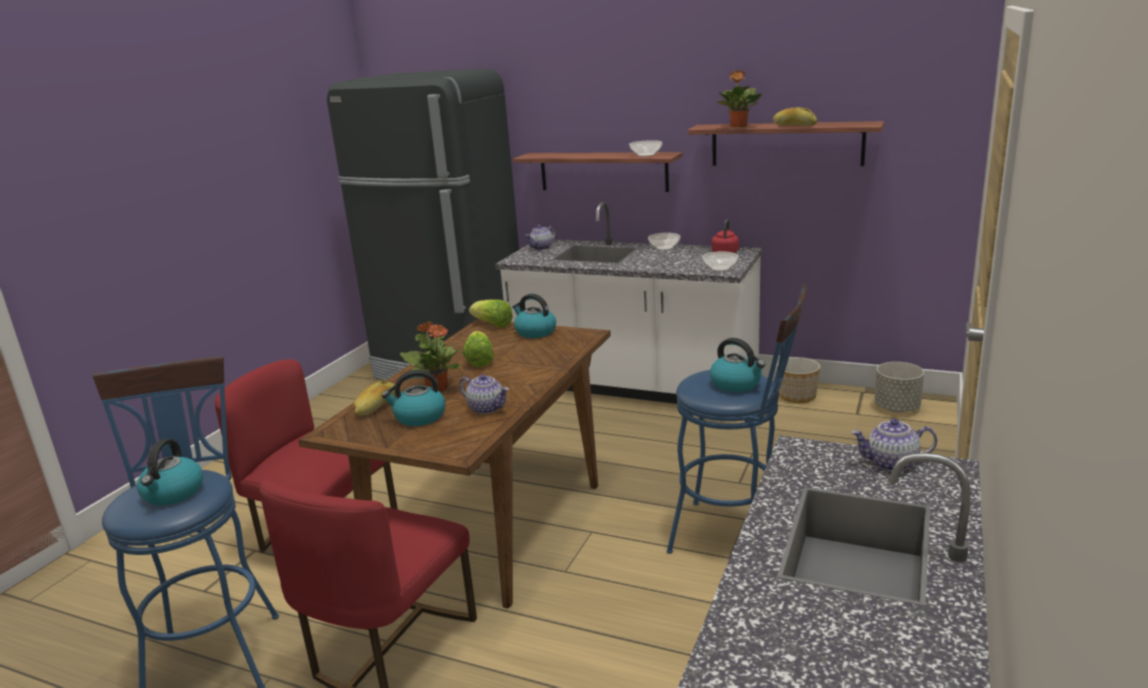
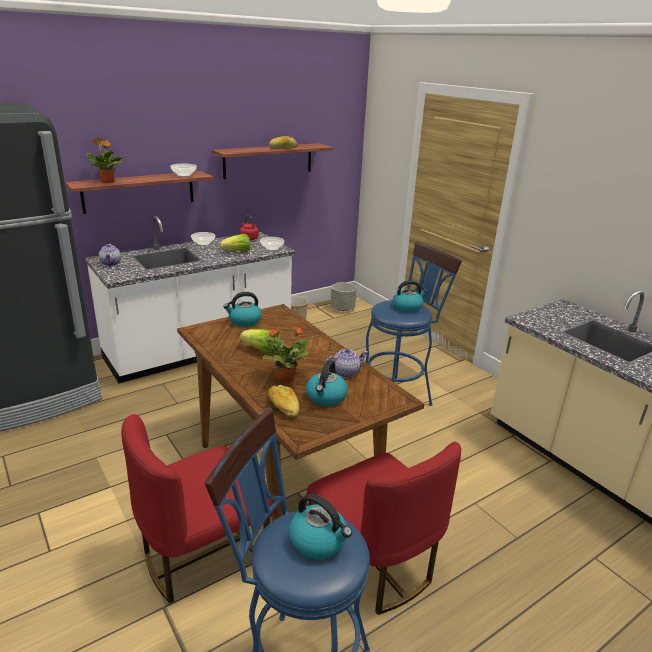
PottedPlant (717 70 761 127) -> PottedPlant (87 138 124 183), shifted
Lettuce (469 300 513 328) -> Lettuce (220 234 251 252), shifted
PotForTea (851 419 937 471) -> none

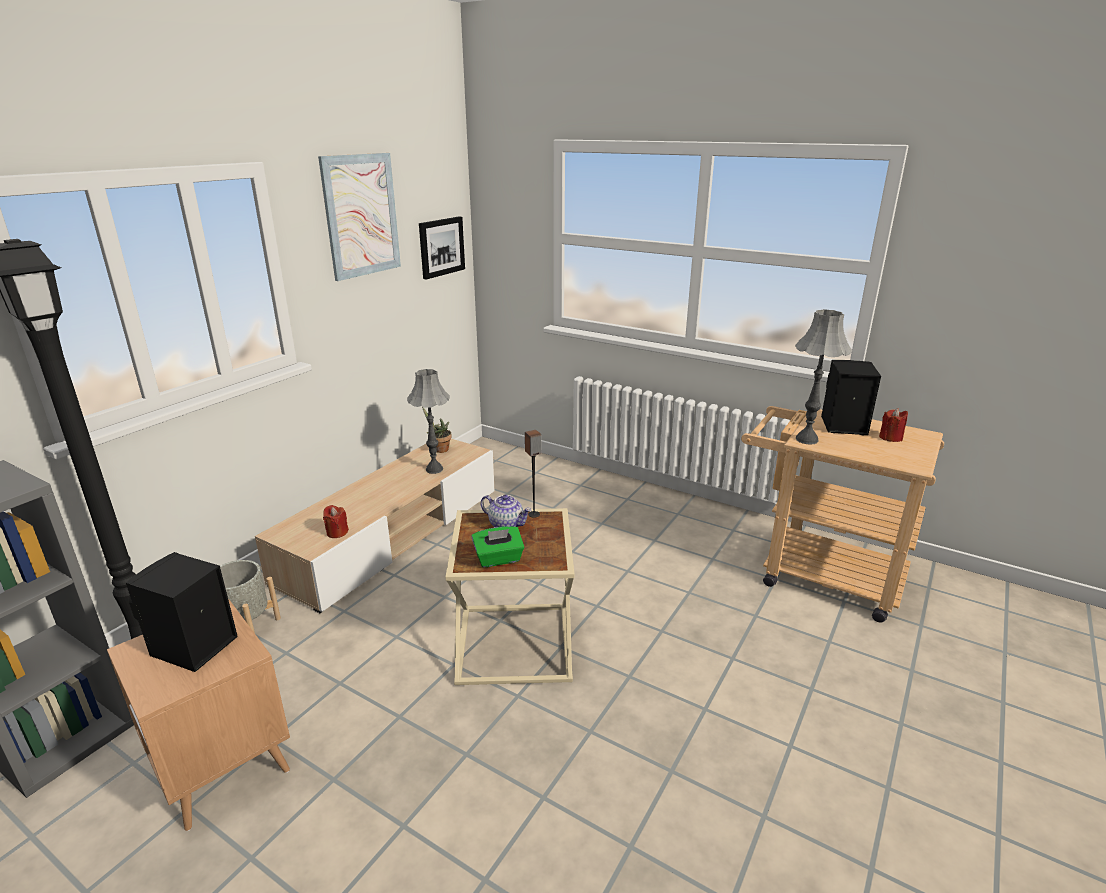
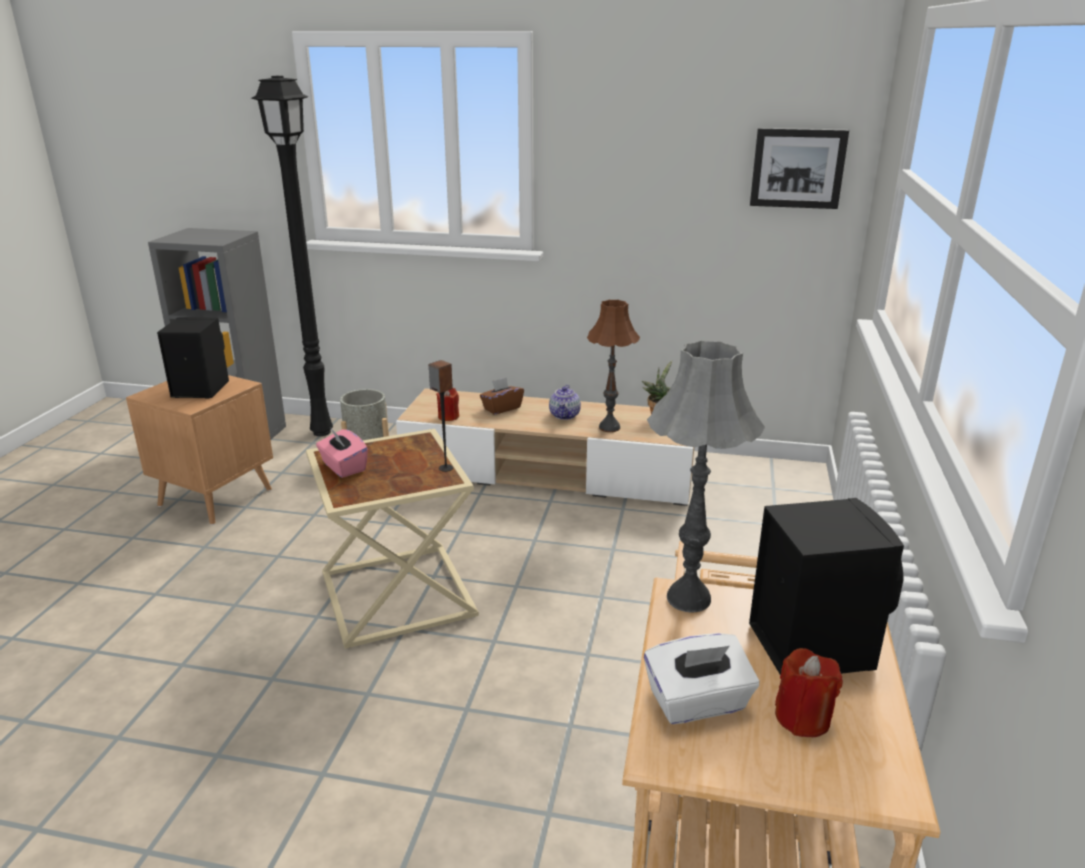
WallPicture (318 153 401 281) -> none
GreyTabletopLamp (407 369 450 474) -> BrownTabletopLamp (587 300 640 432)
PotForTea (481 495 531 527) -> PotForTea (549 384 581 420), shifted
GreenBoxOfTissues (472 526 524 567) -> PinkColouredBoxOfTissues (316 429 368 478)
none -> BrownBoxOfTissues (480 377 524 415)
none -> WhiteColouredBoxOfTissues (644 633 759 724)

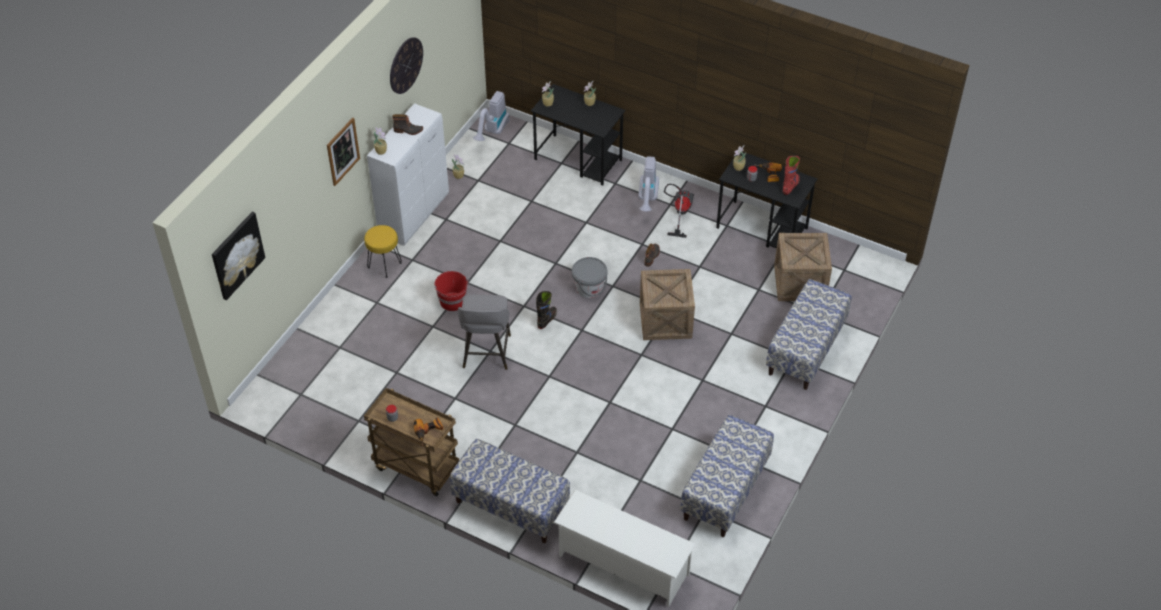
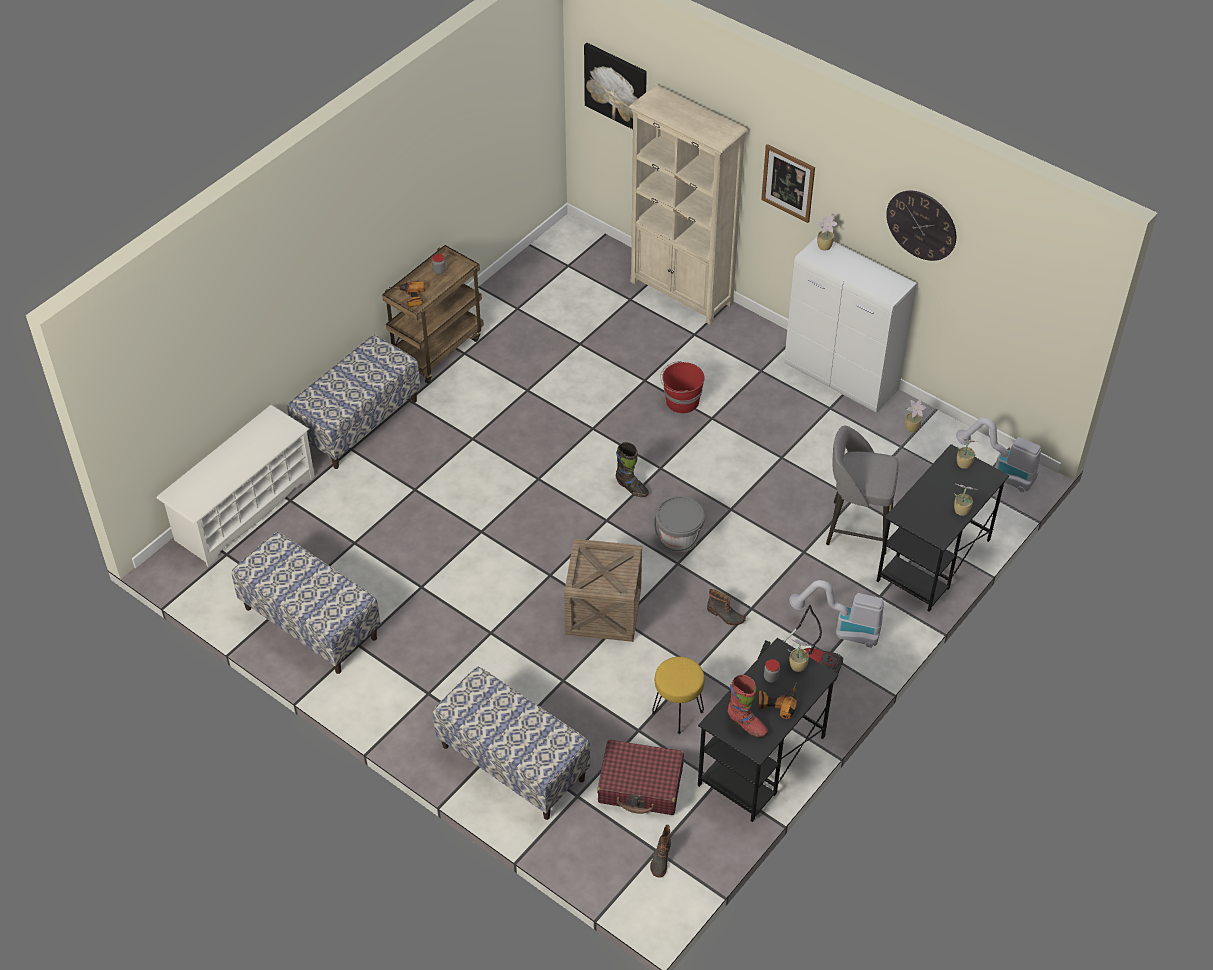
Boot (392 114 423 135) -> Boot (650 825 671 878), shifted
YellowStool (364 225 402 278) -> YellowStool (652 657 705 734), shifted
Crate (774 233 832 301) -> ReddishSuitcase (597 739 684 815)
GreyStool (458 294 511 370) -> GreyStool (826 426 899 555), shifted
none -> SandColouredBookshelf (629 85 748 325)

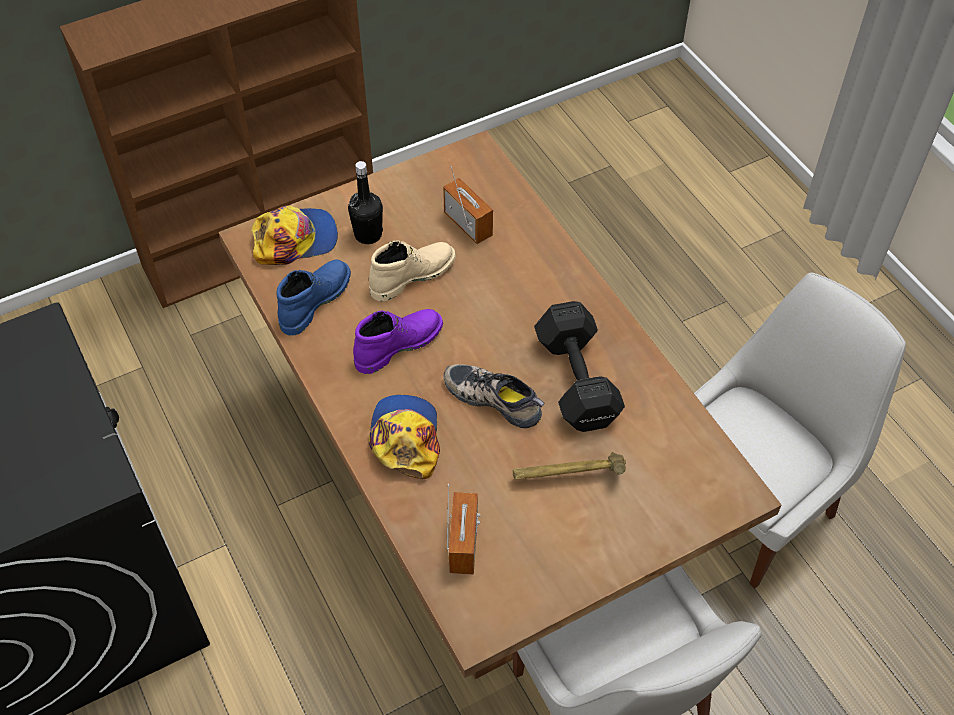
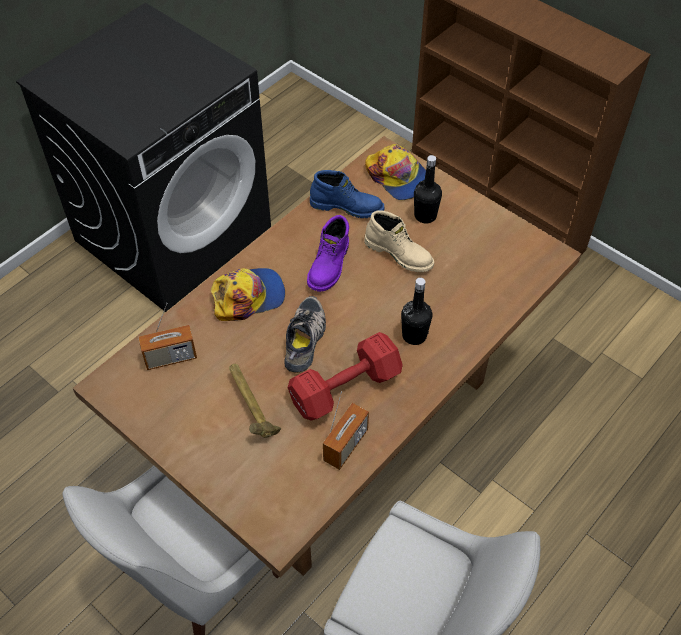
Radio (443 166 493 244) -> Radio (323 392 369 470), shifted
BlackColouredDumbbell (534 301 625 432) -> ReddishDumbbell (288 332 403 420)
PurpleBoot (353 309 443 374) -> PurpleBoot (307 215 349 292), 75 degrees clockwise
none -> BlackColouredDrinkBottle (401 278 432 345)

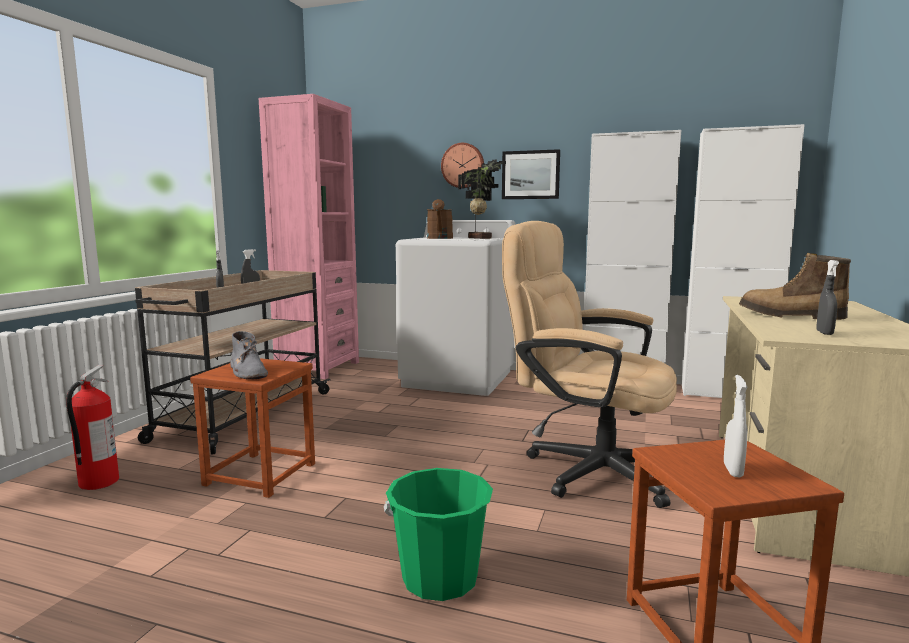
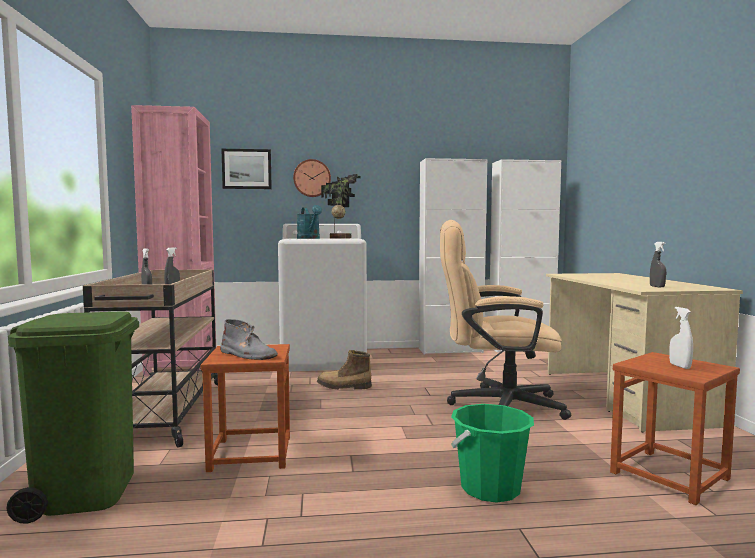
WallPicture (502 149 560 199) -> WallPicture (221 149 272 189), shifted
BrownSprinklingCan (427 199 453 239) -> TurquoiseColouredSprinklingCan (297 205 322 239)
Boot (739 253 851 320) -> Boot (317 350 372 390), shifted
FireExtinguisher (66 365 119 490) -> GreenRubbishBin (6 312 139 524)

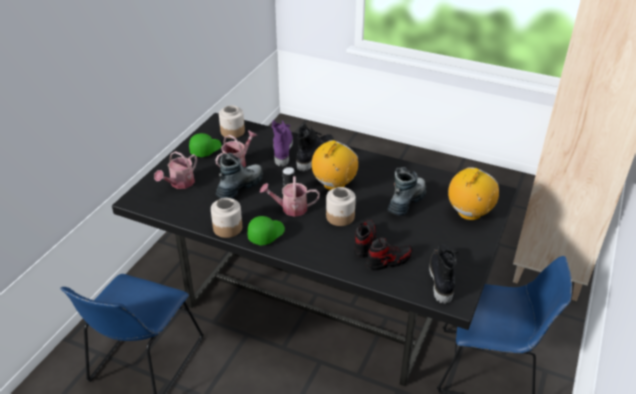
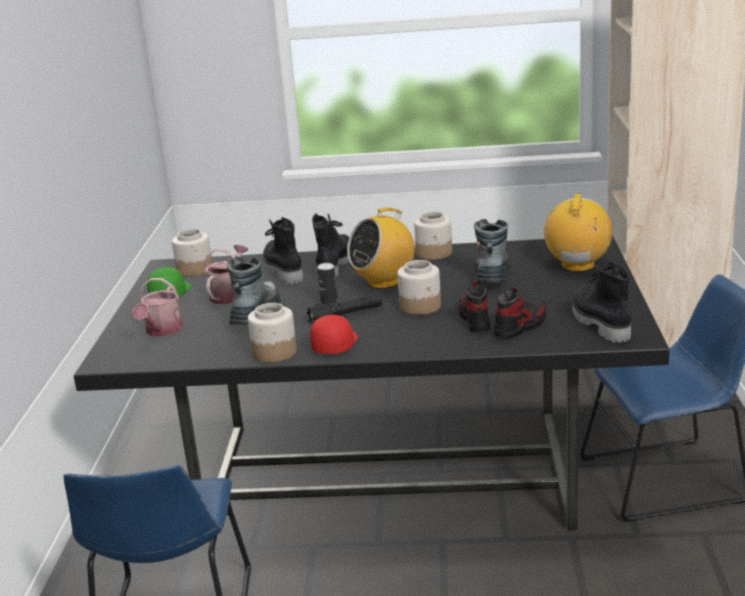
PurpleBoot (271 120 293 166) -> BlackColouredBoot (263 217 303 284)
Radio (311 140 358 190) -> Radio (347 207 415 289), 135 degrees counterclockwise
SprinklingCan (259 176 320 217) -> BlackColouredFlashlight (307 293 382 324)
GreenBaseballCap (247 216 285 245) -> ReddishBaseballCap (310 315 358 354)
none -> PreserveJar (414 212 452 260)

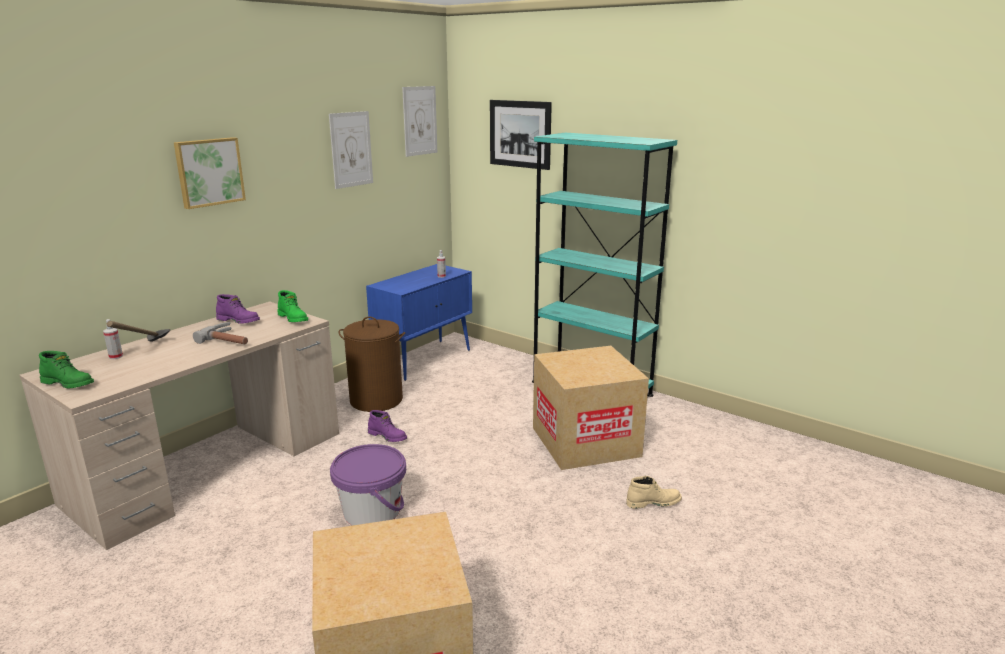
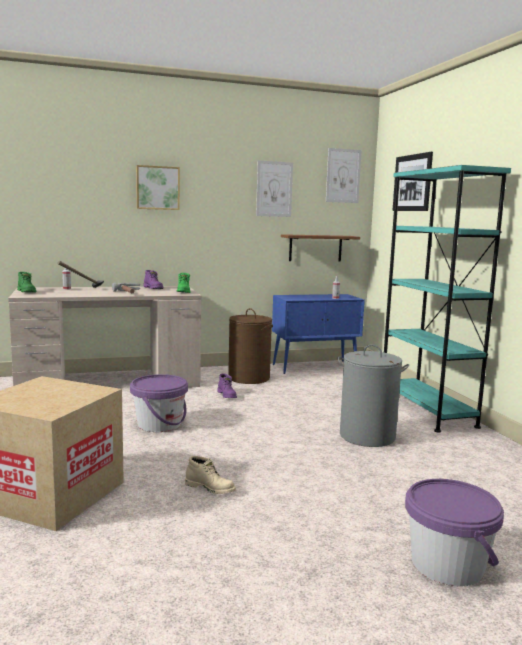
CardboardBox (533 346 649 470) -> GreyWashingBasket (337 344 409 447)
SandColouredBoot (626 476 682 509) -> SandColouredBoot (185 456 236 494), shifted
none -> BrownShelf (281 234 360 261)
none -> PurpleBucket (405 479 504 587)

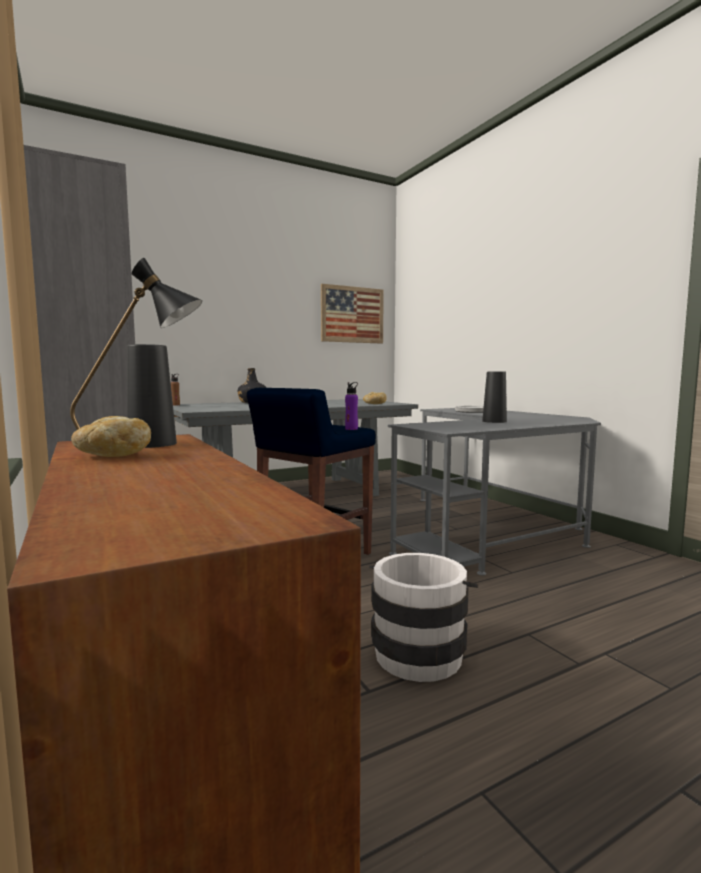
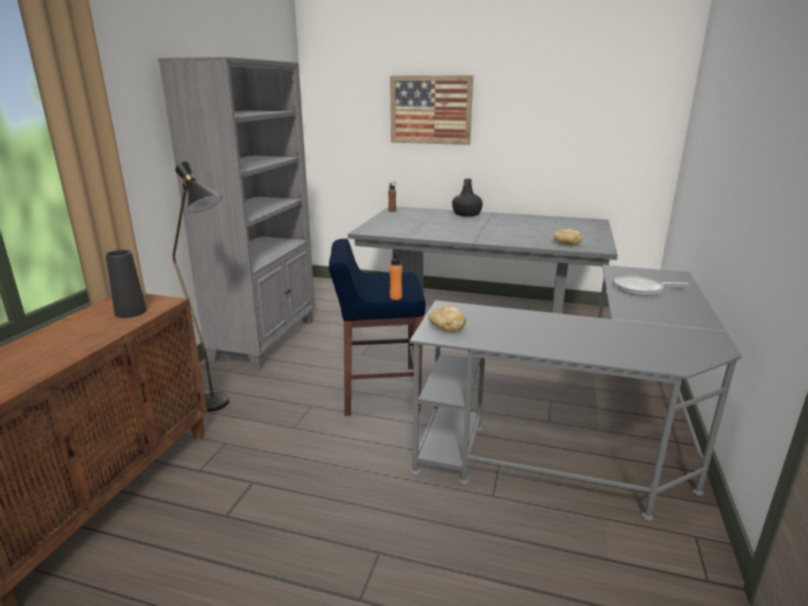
WallPicture (321 284 384 344) -> WallPicture (390 75 473 145), shifted
BlackColouredFlowerVase (482 371 507 423) -> none
PurpleDrinkBottle (345 382 358 430) -> OrangeDrinkBottle (389 253 402 300)
Bread (71 416 151 457) -> Bread (428 306 466 332), shifted
WhiteColouredBucket (369 553 478 682) -> none

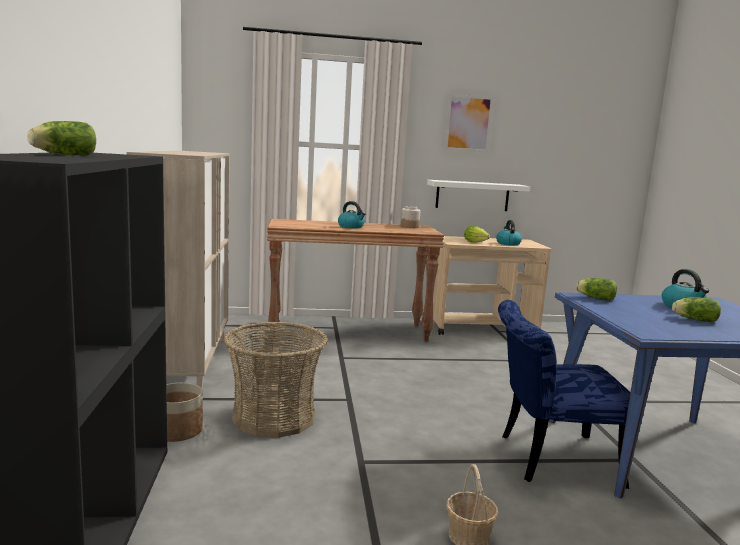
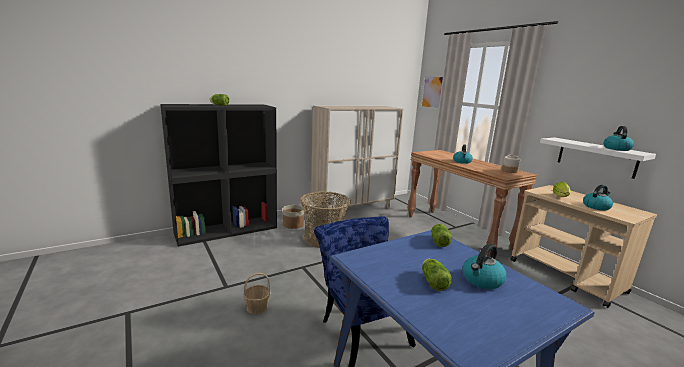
WallPicture (445 94 493 152) -> WallPicture (420 75 444 110), shifted
none -> Kettle (604 126 634 151)

